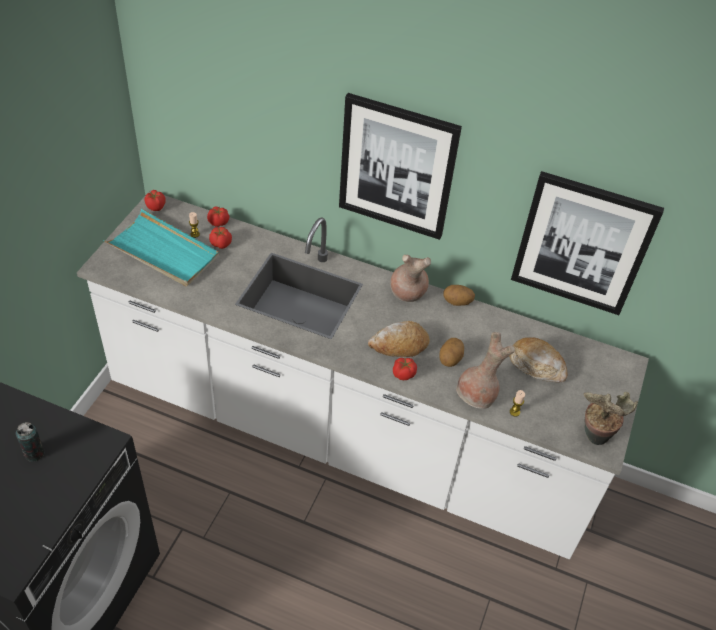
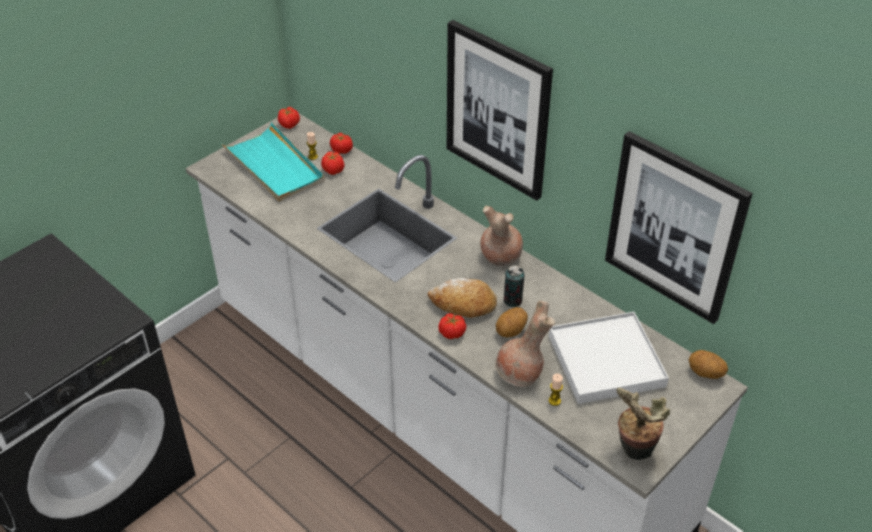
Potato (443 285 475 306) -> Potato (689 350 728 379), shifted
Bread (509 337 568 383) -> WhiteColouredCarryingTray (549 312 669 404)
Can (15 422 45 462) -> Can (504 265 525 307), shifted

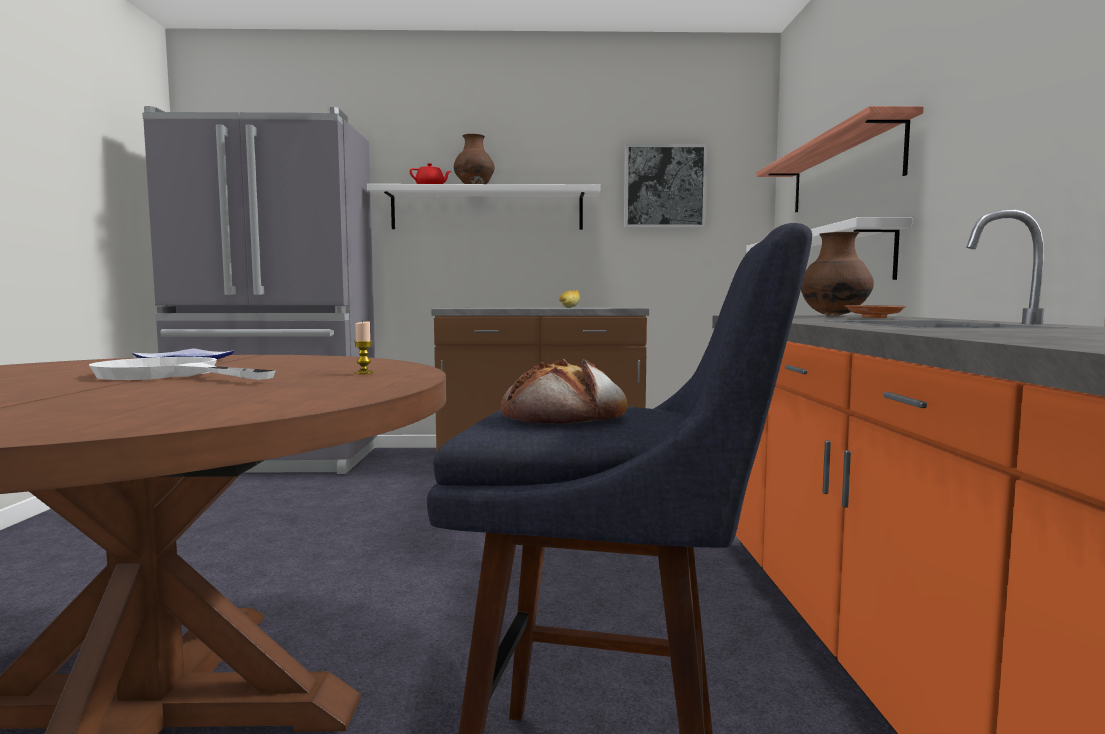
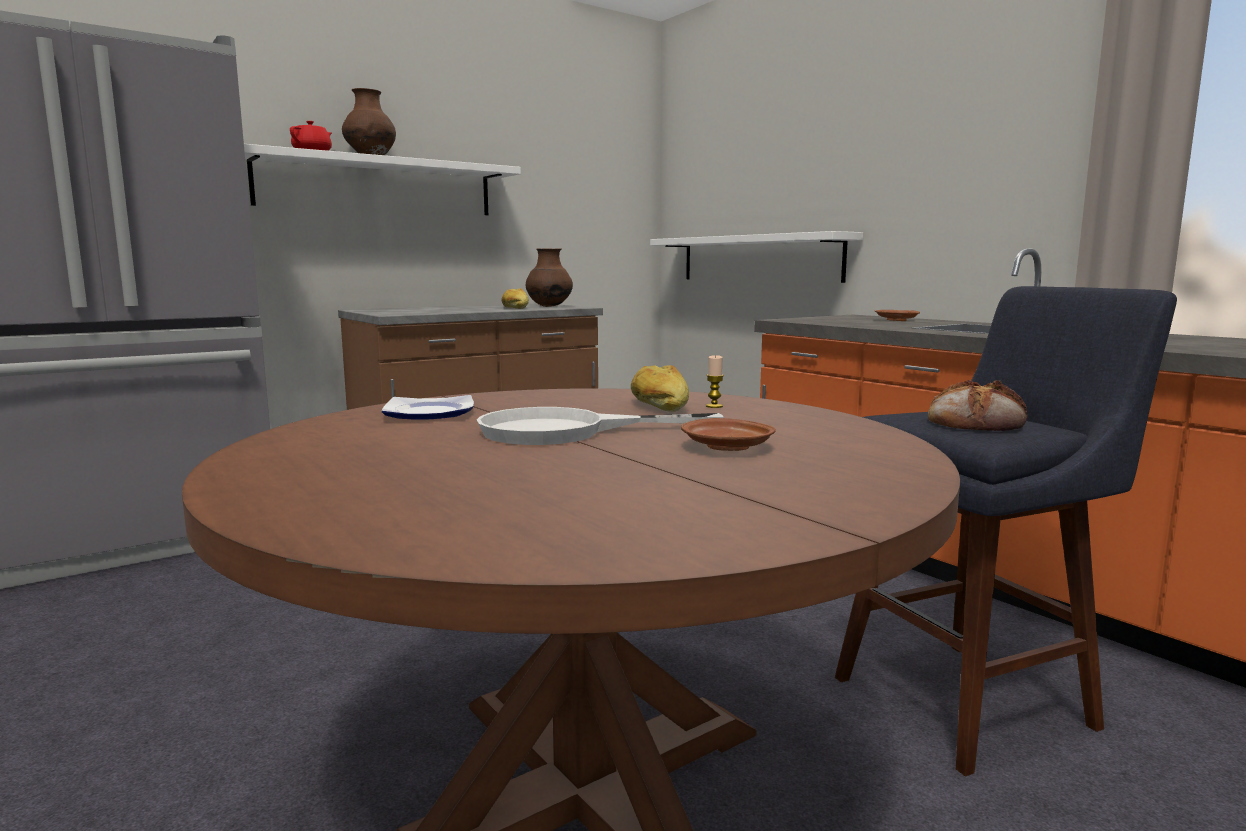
Shelf (756 106 924 212) -> none
WallPicture (624 144 707 228) -> none
BrownFlowerVase (801 232 874 316) -> BrownFlowerVase (526 248 573 307), shifted
none -> Bread (631 365 689 412)
none -> BrownFlatDish (681 418 776 451)

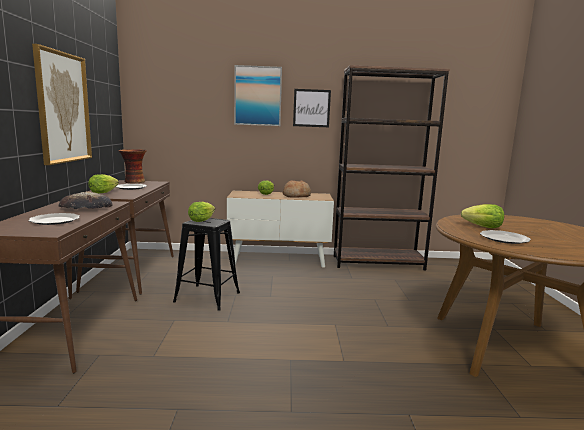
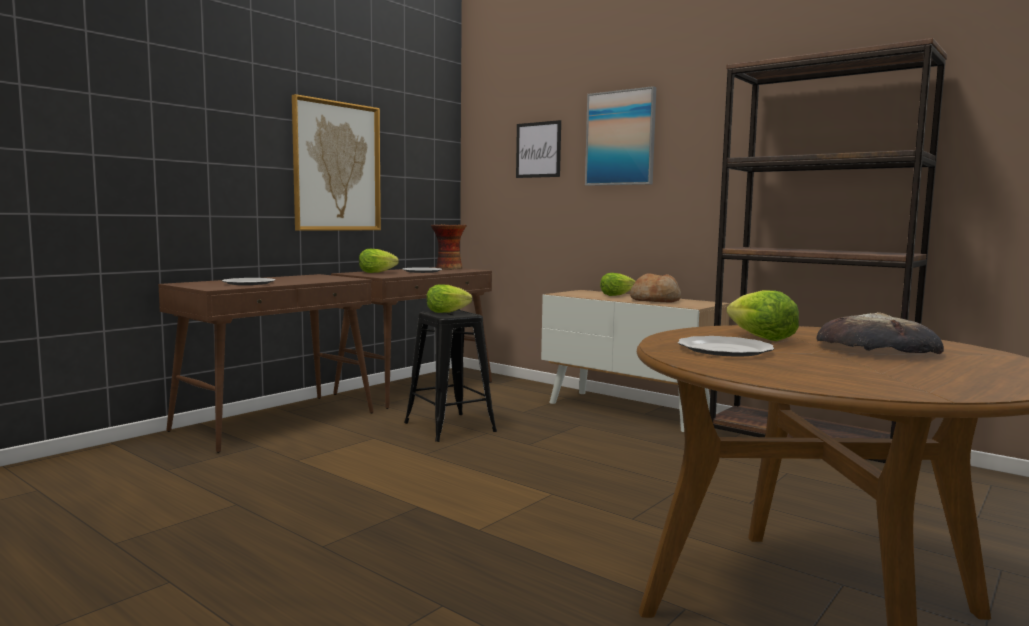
WallPicture (293 89 331 127) -> WallPicture (516 120 561 178), shifted
Bread (59 191 112 210) -> Bread (817 312 944 355), shifted

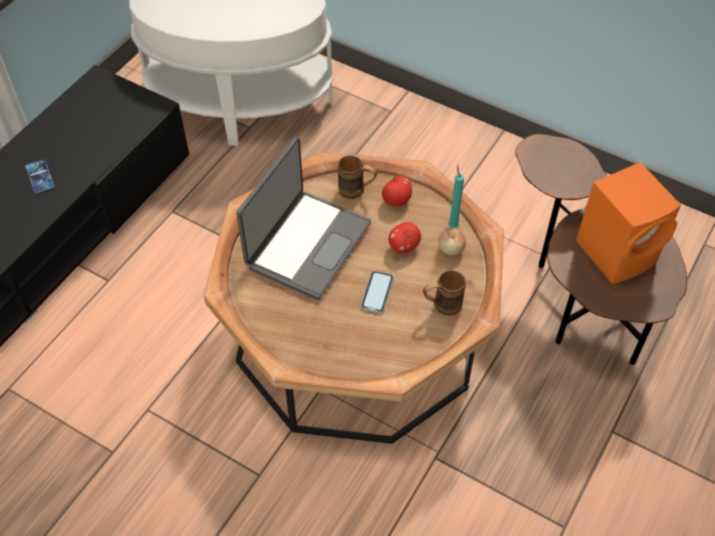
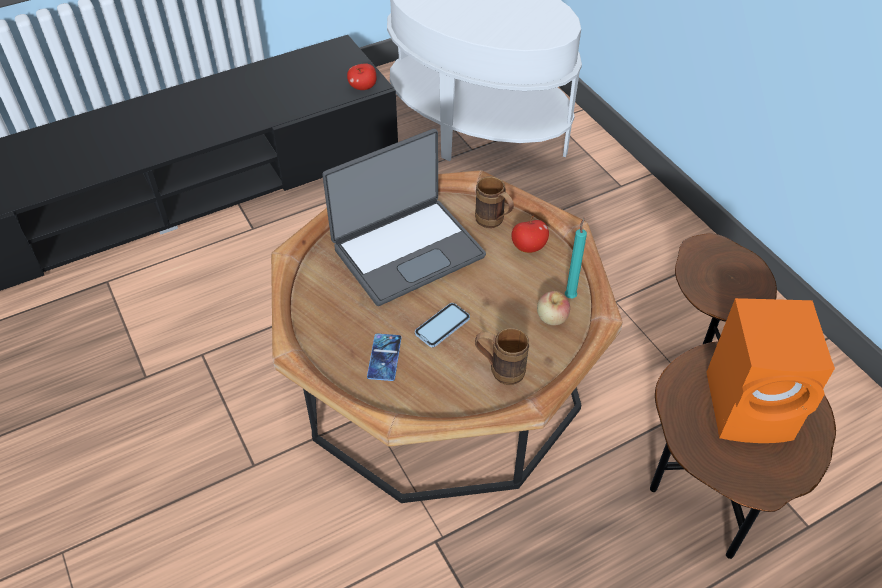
Phone (25 160 54 193) -> Phone (367 333 401 381), shifted
Apple (388 222 421 253) -> Apple (347 63 377 90), shifted

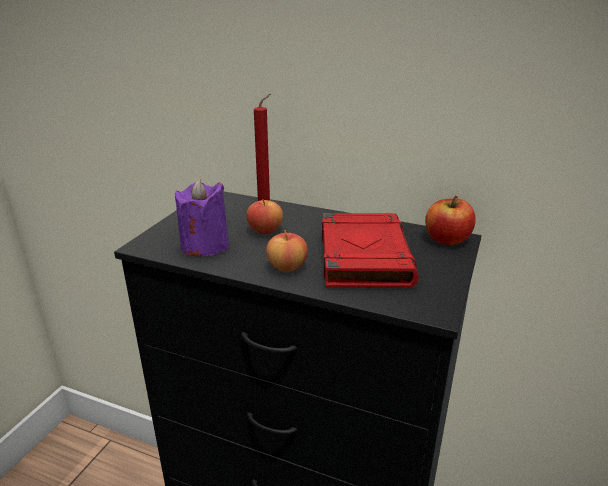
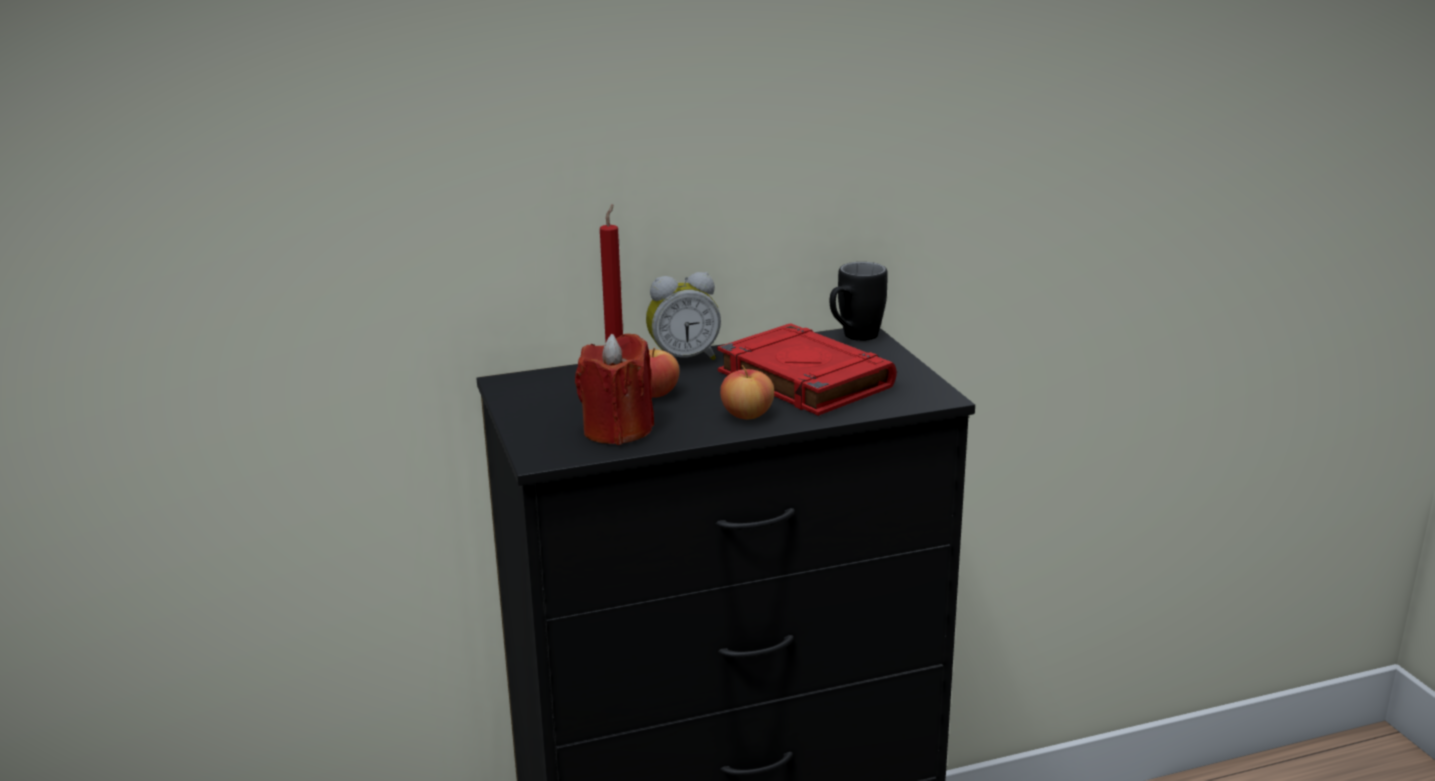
PurpleWaxLight (175 179 229 256) -> ReddishWaxLight (575 333 654 445)
Apple (425 195 476 245) -> BlackColouredTeaMug (830 262 888 341)
none -> TableClock (646 272 721 360)

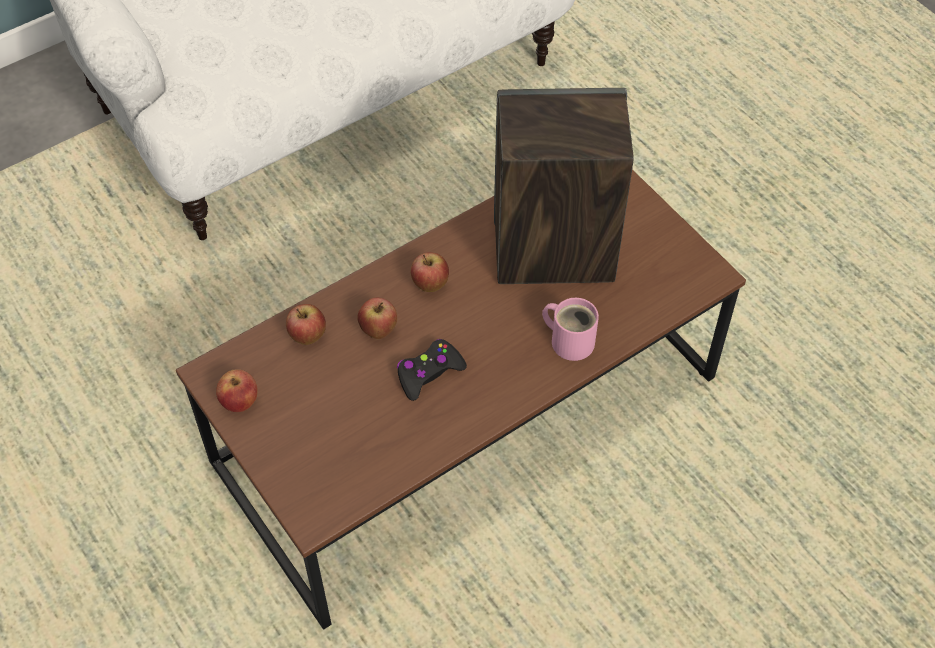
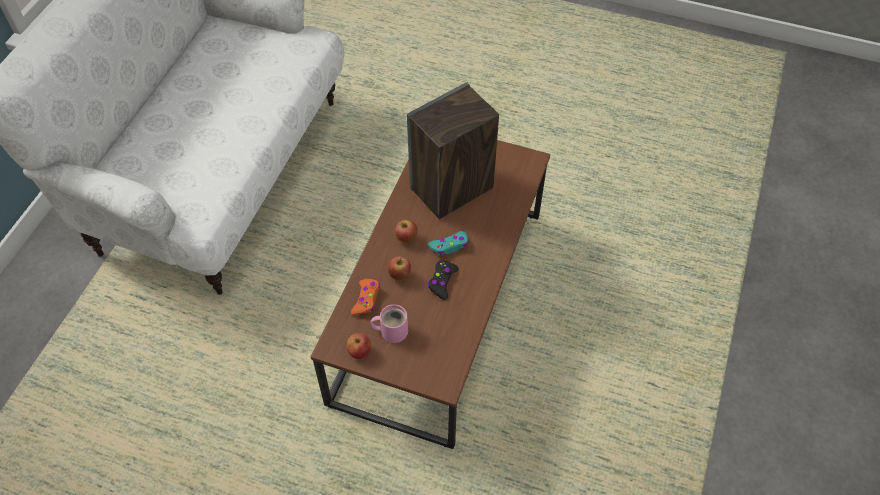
PinkColouredTeaMug (542 298 599 361) -> PinkColouredTeaMug (371 304 408 343), shifted
Apple (286 304 326 345) -> OrangeGameController (351 279 380 315)
none -> TurquoiseColouredGameController (428 231 468 255)

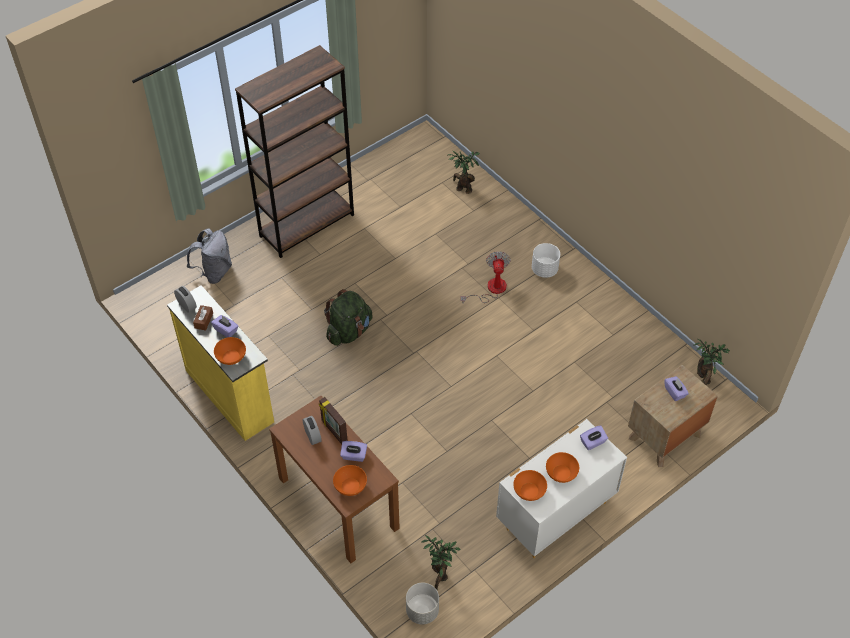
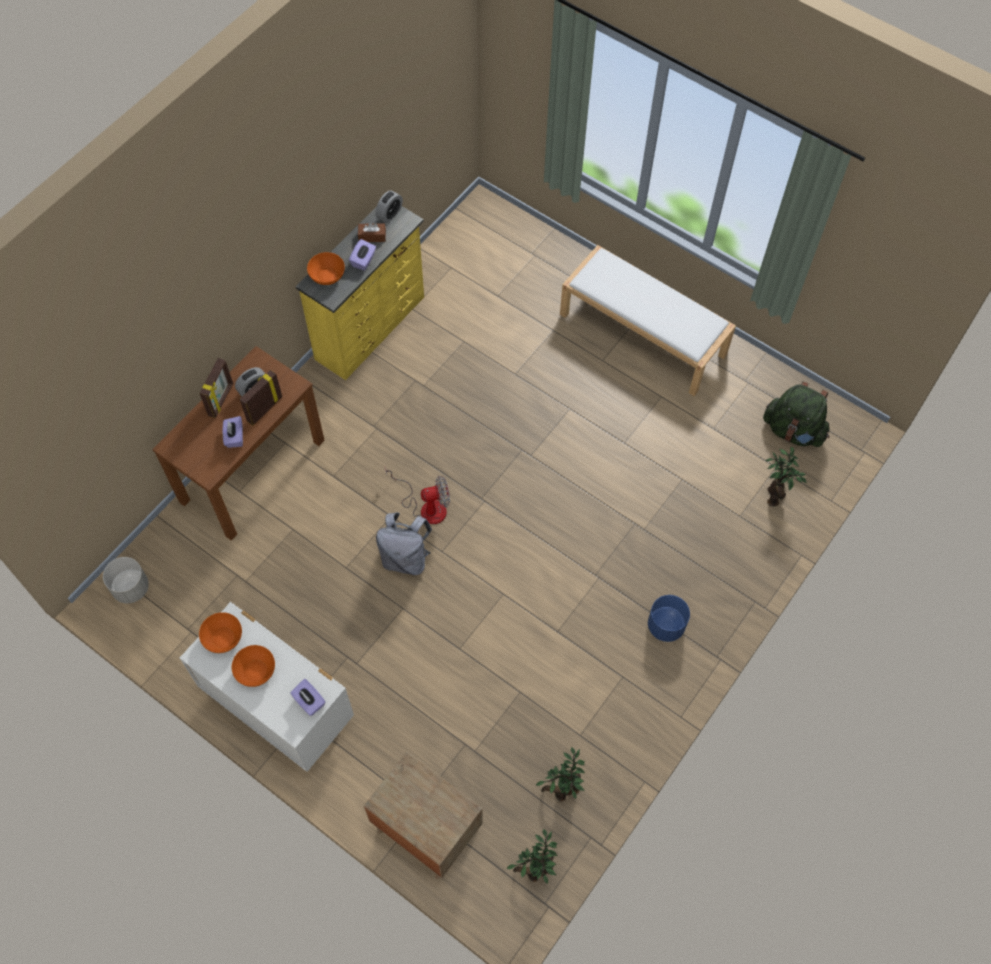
BrownBookshelf (235 45 354 258) -> WhiteColouredBench (560 245 736 396)
GreyBackpack (187 228 232 284) -> GreyBackpack (376 512 432 575), shifted
WhiteColouredPlantPot (532 243 560 278) -> BluishPlantPot (648 595 690 642)
CoolingFan (460 251 511 303) -> CoolingFan (385 468 450 524), shifted
GreenBackpack (324 289 373 346) -> GreenBackpack (763 381 830 447), shifted
PurpleBoxOfTissues (665 376 689 401) -> none
OrangeBowl (333 465 367 496) -> none
PottedPlant (421 535 461 590) -> PottedPlant (536 747 585 802), shifted
none -> PhotoFrame (199 358 233 418)

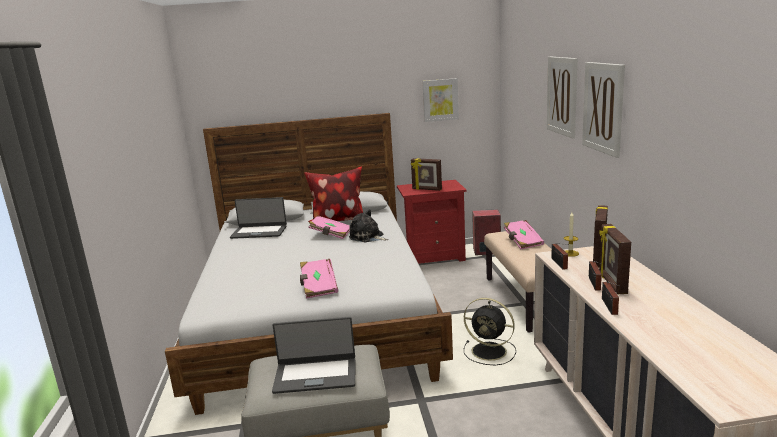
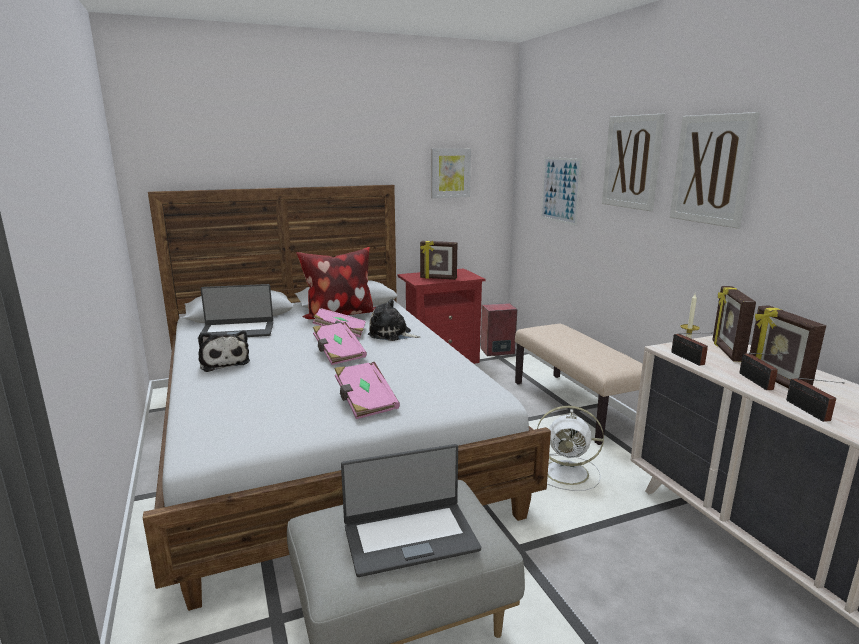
PinkColouredBook (504 220 544 250) -> PinkColouredBook (313 322 367 365), shifted
BlackColouredCoolingFan (464 298 516 365) -> WhiteColouredCoolingFan (537 406 604 491)
none -> WallPicture (541 157 582 226)
none -> PlushToy (198 331 250 372)

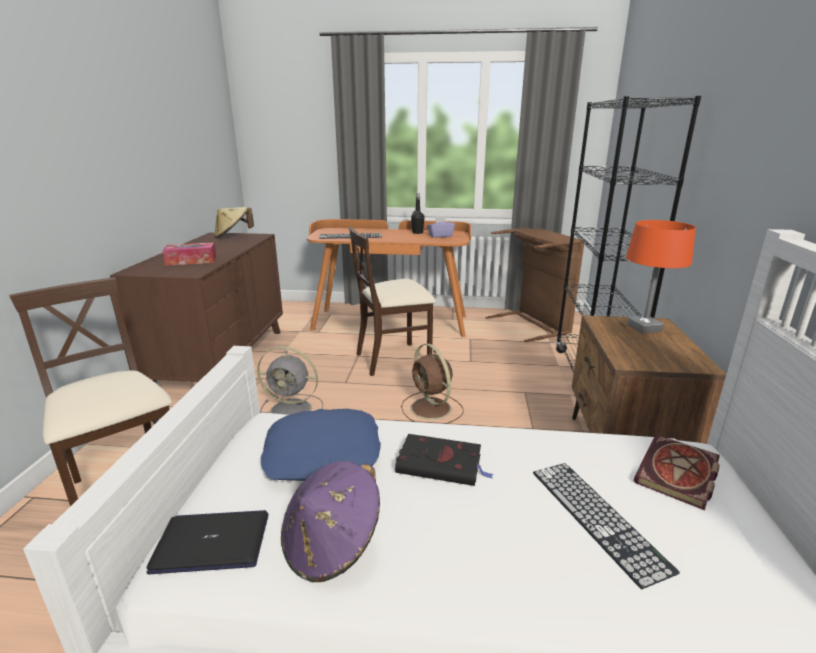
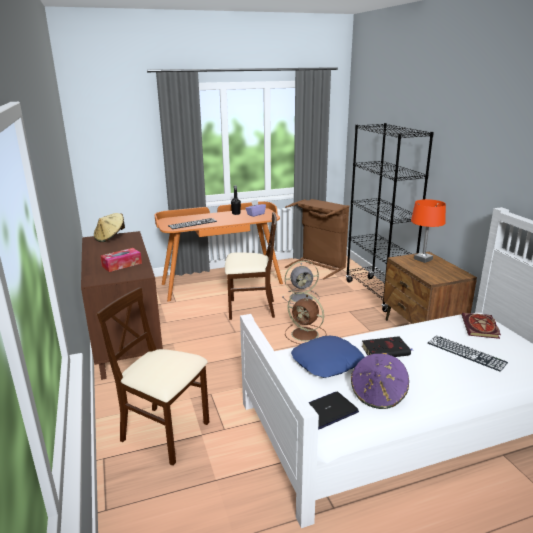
SandColouredChair (349 227 436 376) -> SandColouredChair (225 212 277 320), 135 degrees counterclockwise
GreyCoolingFan (257 346 323 415) -> GreyCoolingFan (282 261 319 304), shifted

